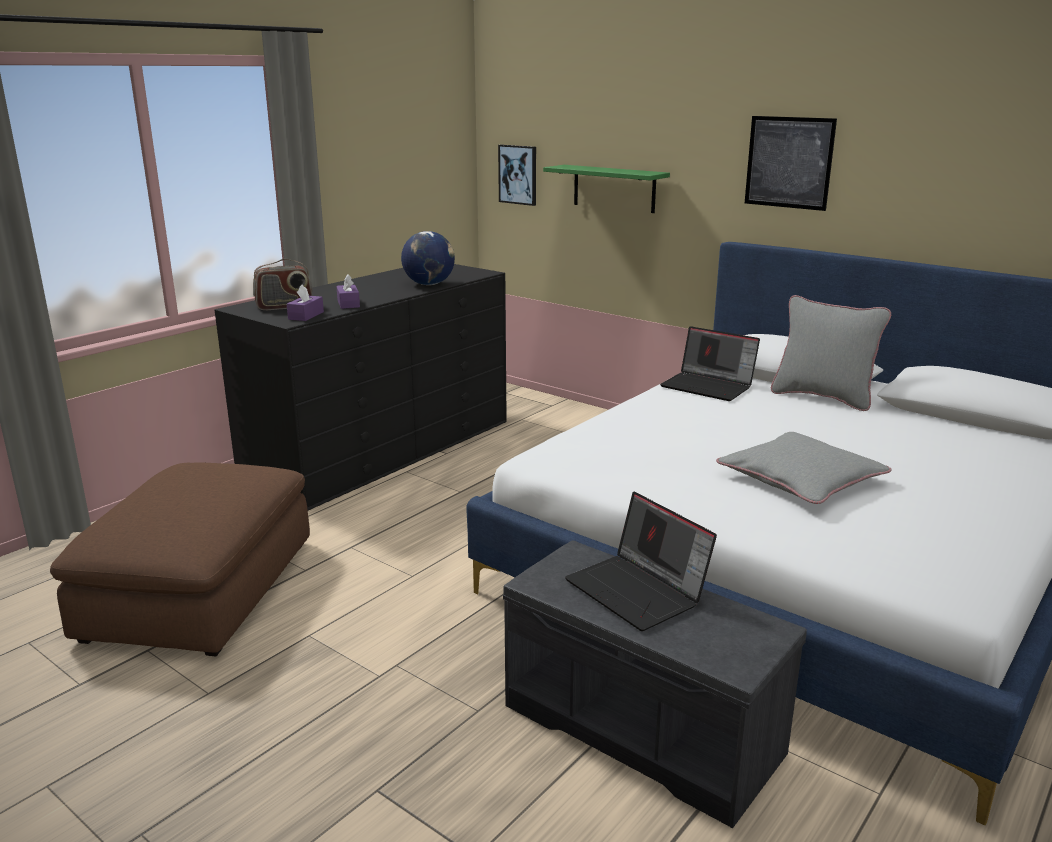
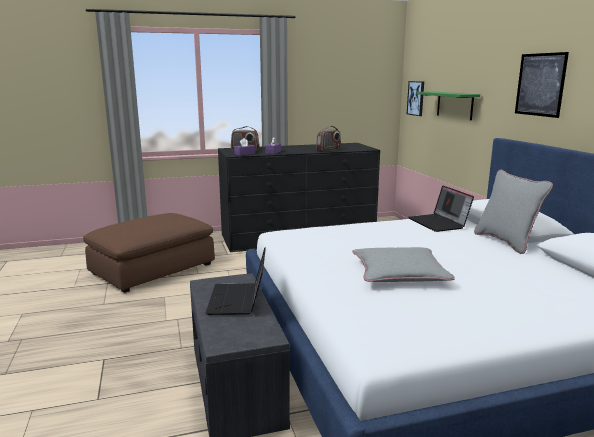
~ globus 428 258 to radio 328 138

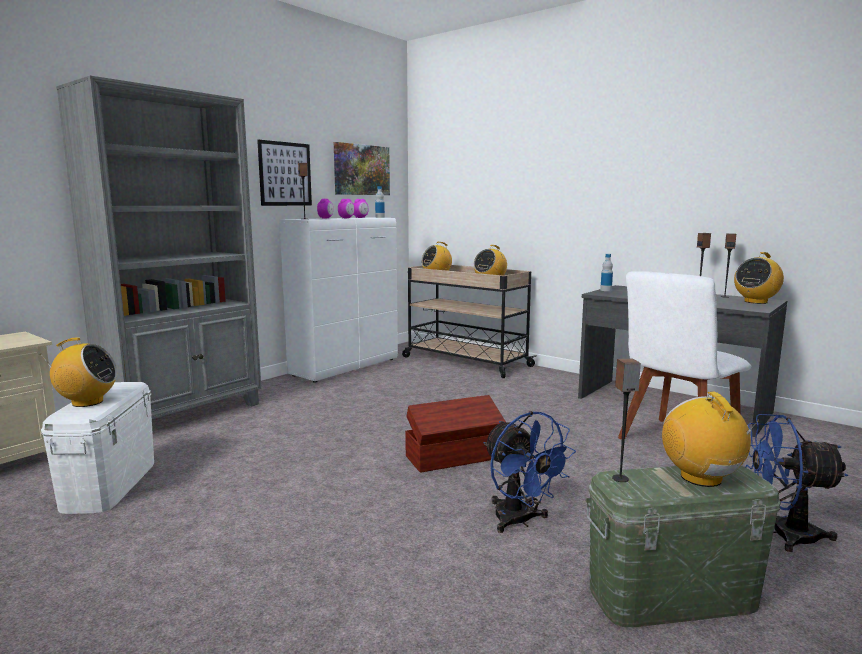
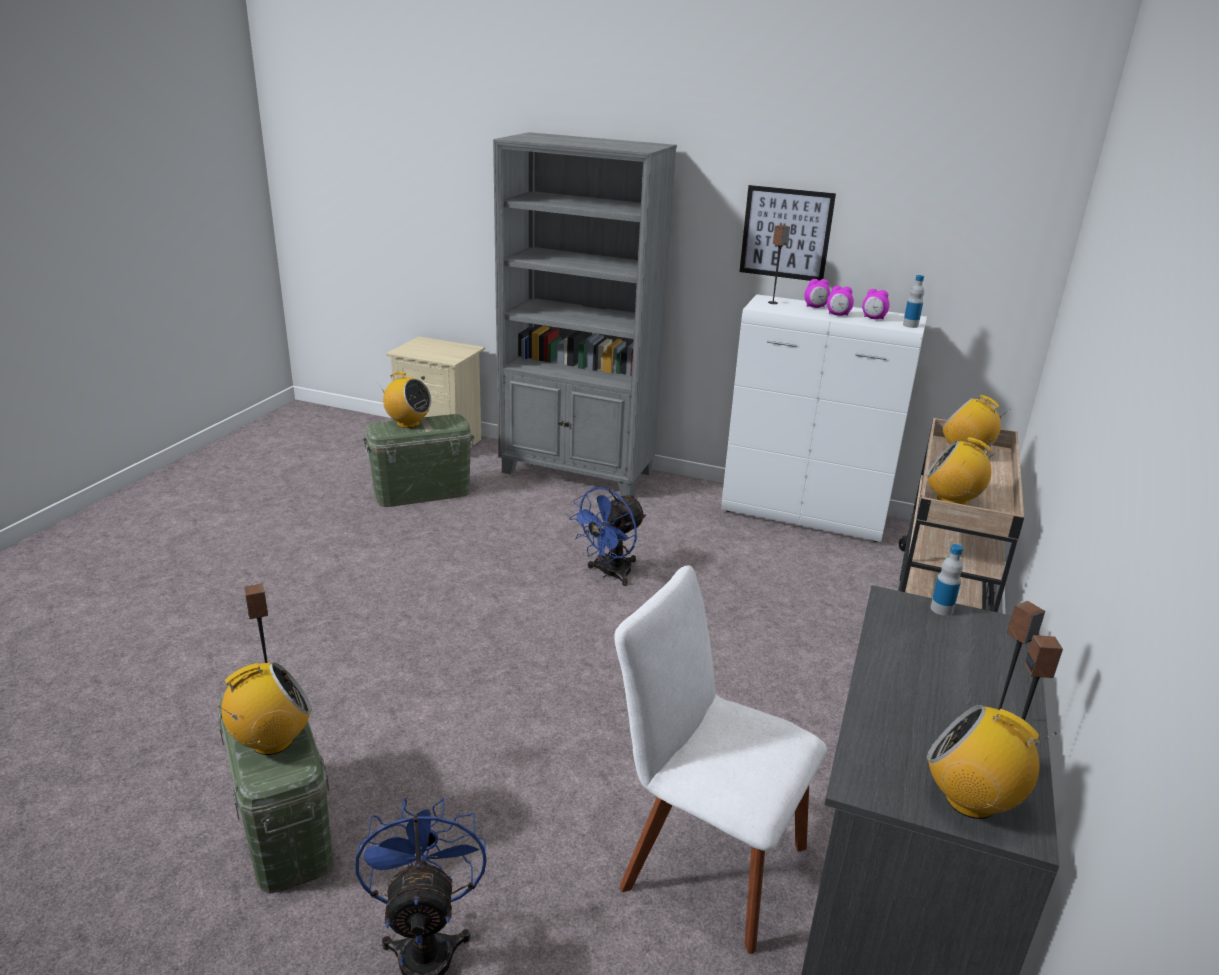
- obraz 362 168
~ radio 80 372 = 405 400 45 degrees counterclockwise
~ pojemnik do przechowywania (biały) 97 448 to pojemnik do przechowywania (zielony) 418 460
- pojemnik do przechowywania (brązowy) 455 434
~ wentylator (niebieski) 530 472 to 607 536

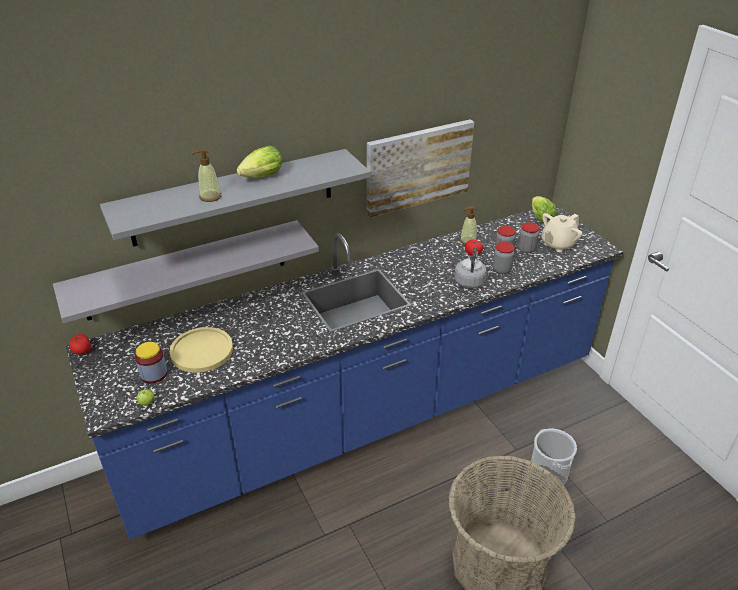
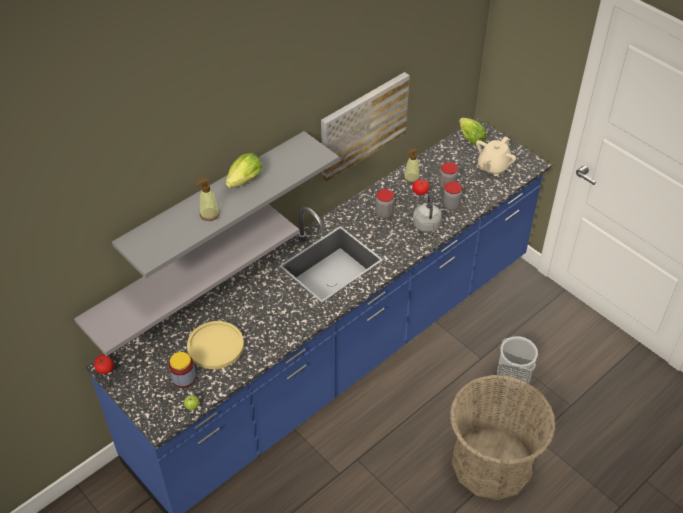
~ słoik 528 237 to 385 203

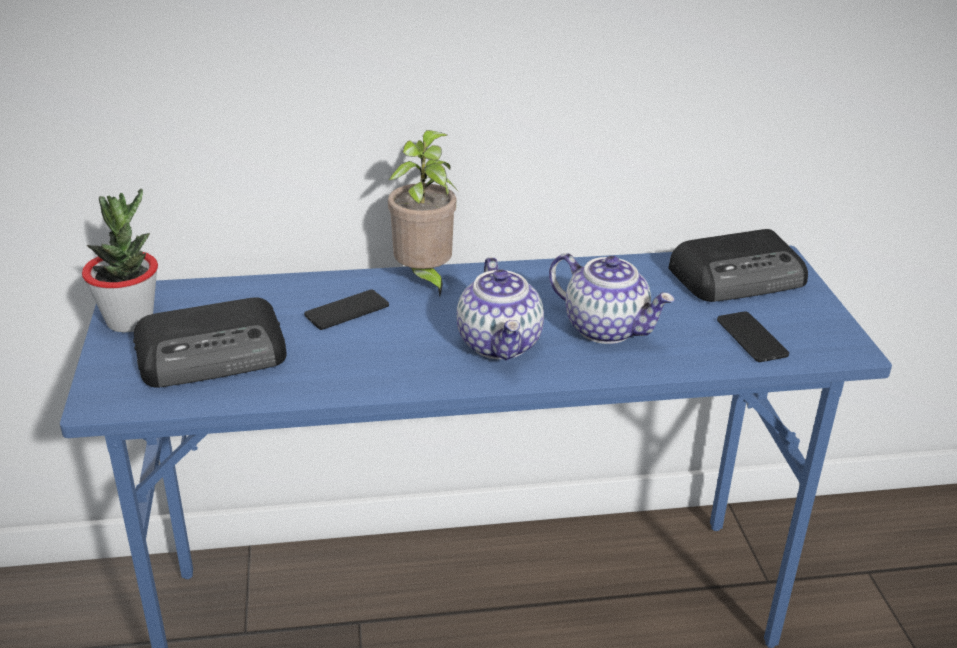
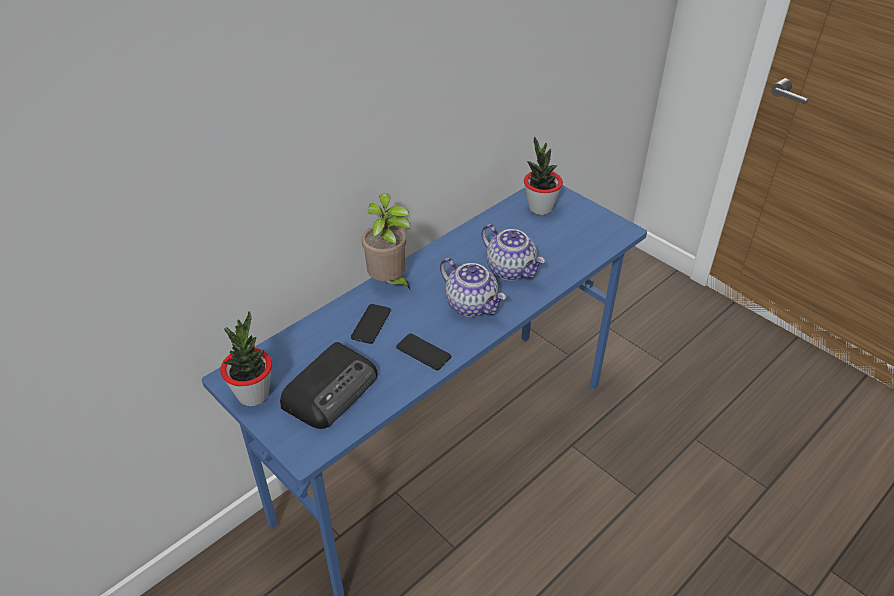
~ radio 738 265 to roślina doniczkowa 543 176
~ imbryk 612 298 = 513 252 45 degrees clockwise
~ telefon 753 336 to 423 351

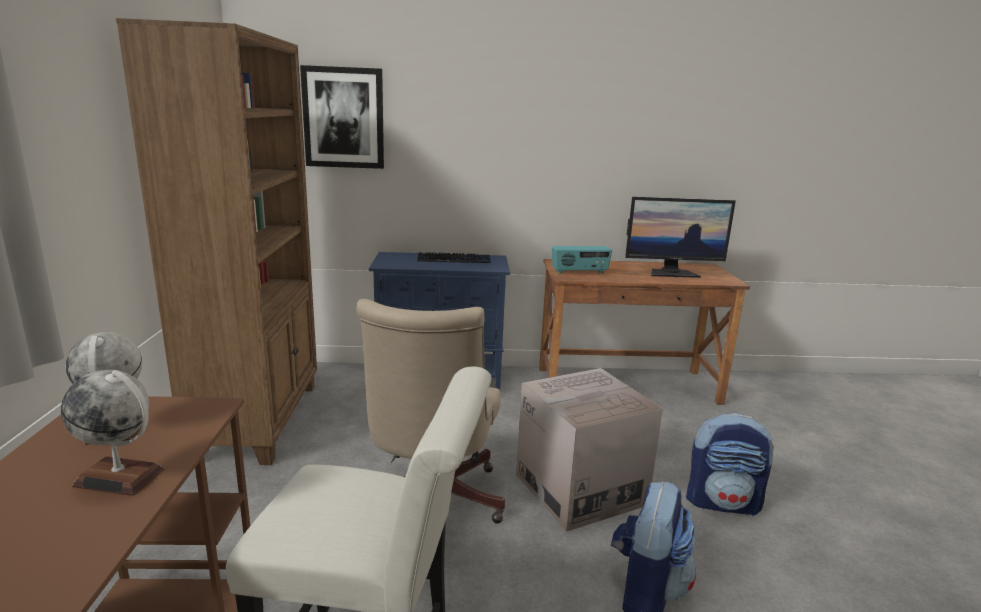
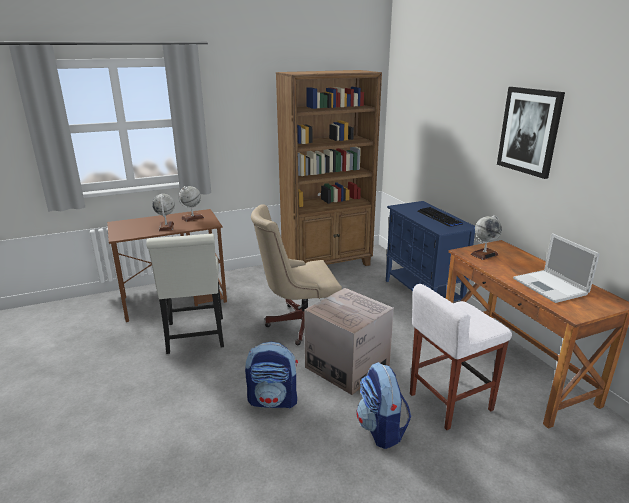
~ obraz 342 117 to 531 133
~ monitor 680 237 to laptop 556 268
~ radio 582 260 to globus 486 237
+ stołek (biały) 461 357

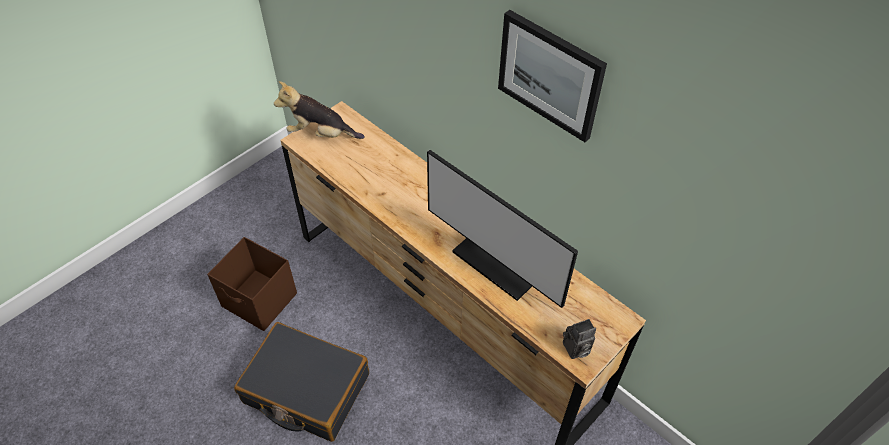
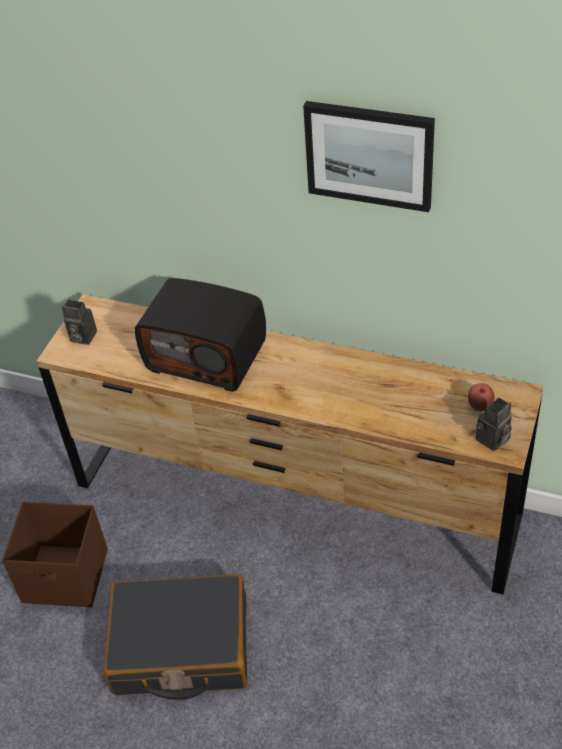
~ pluszak 319 110 to aparat fotograficzny 79 322
- monitor 502 229
+ radio 200 335
+ jabłko 481 397

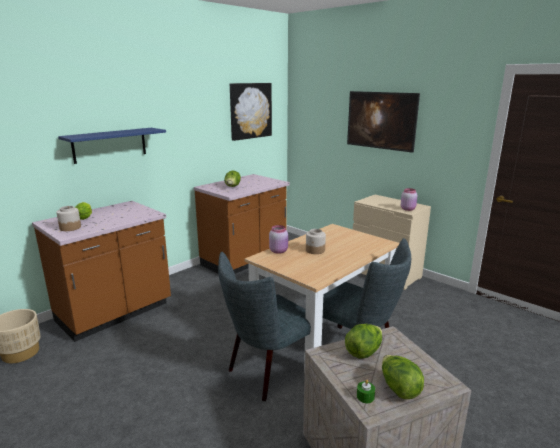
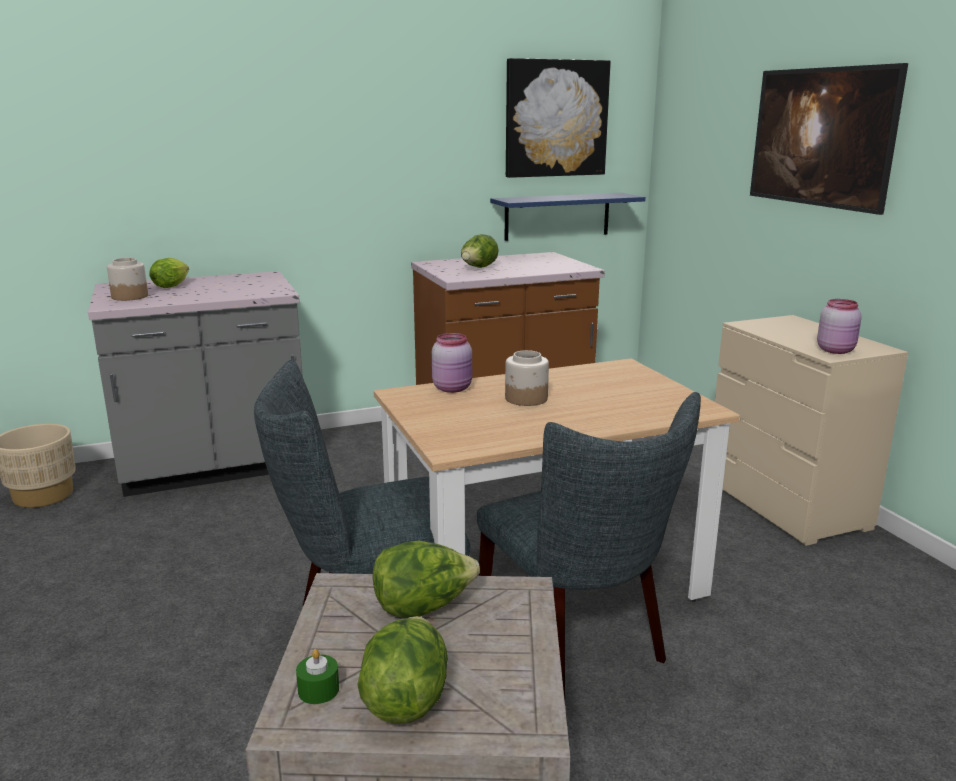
~ półka (niebieski) 112 146 to 568 217
~ zabudowa kuchenna (brązowy) 101 271 to zabudowa kuchenna (szary) 195 384

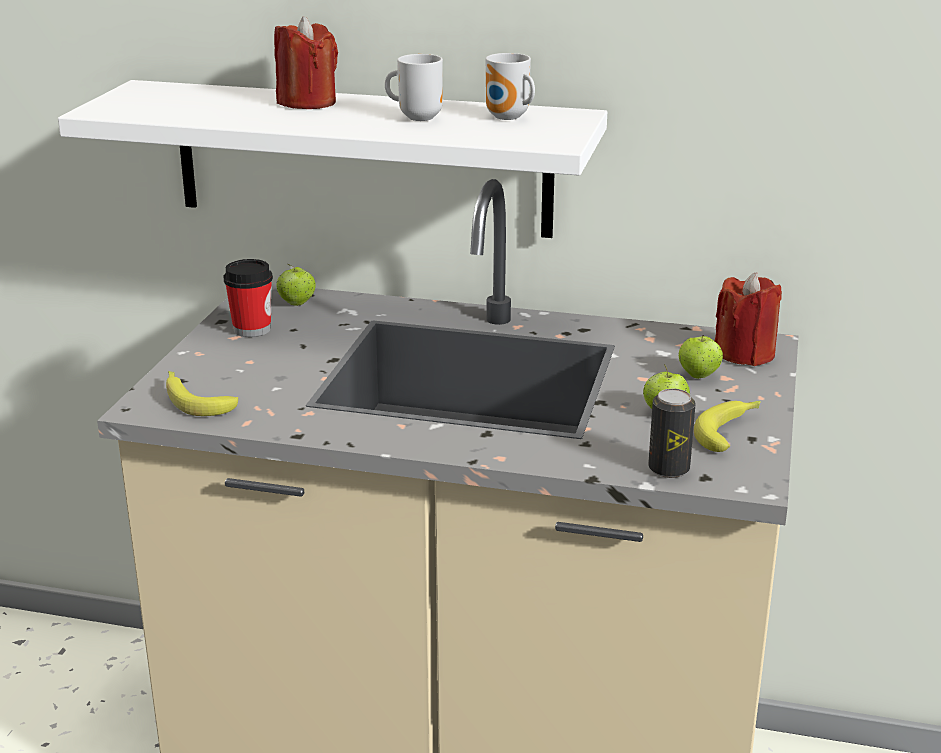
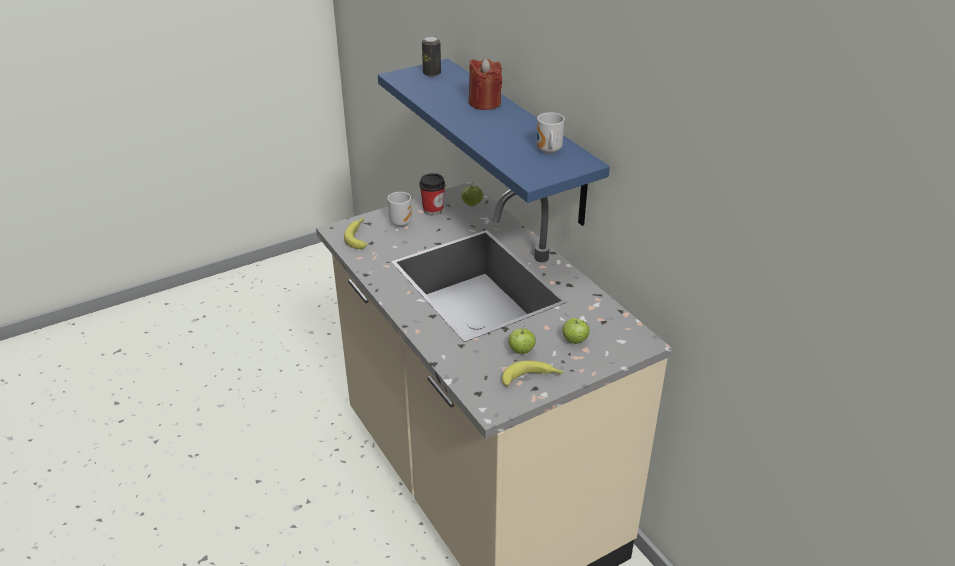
~ kubek 414 87 to 400 209
~ półka (biały) 332 159 to półka (niebieski) 494 142
- świeca (czerwony) 748 319
~ puszka 672 433 to 431 56

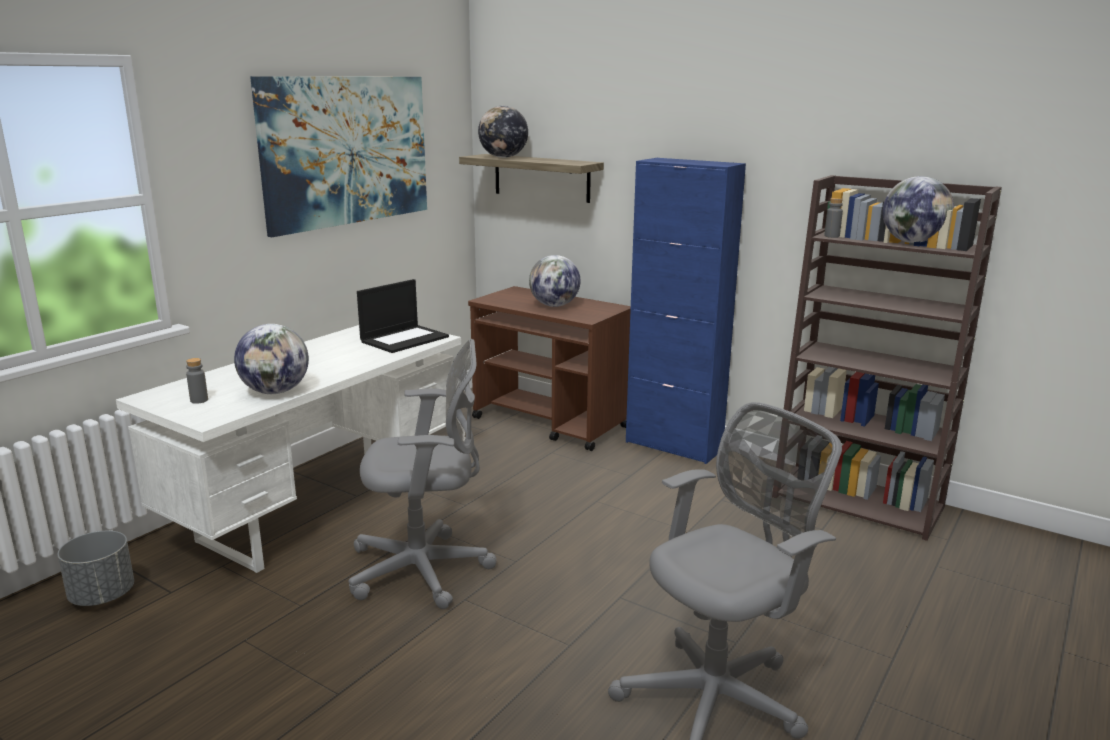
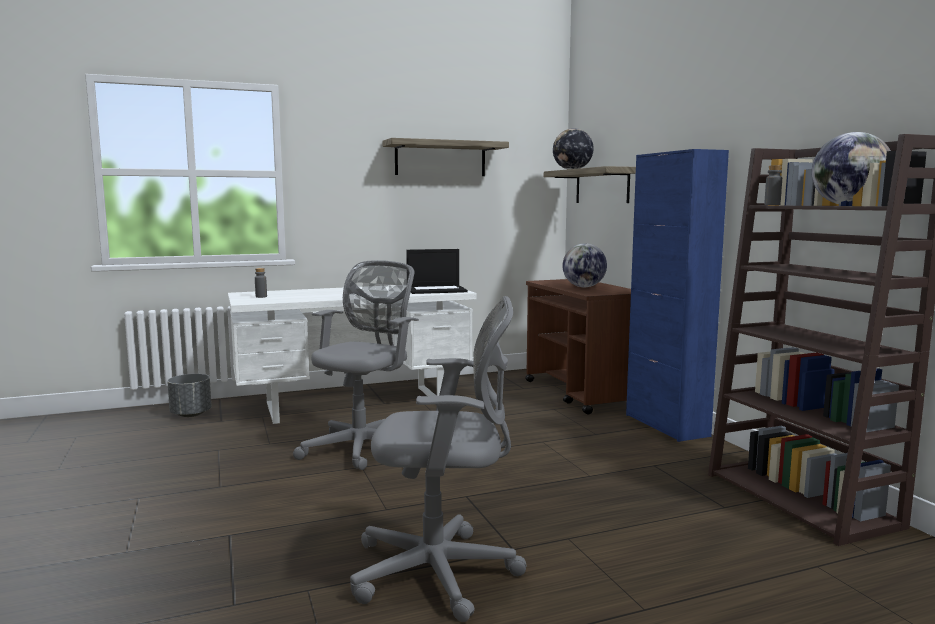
~ obraz 338 156 to półka 445 157
- globus 271 359
~ krzesło biurowe (szary) 423 474 = 356 365 90 degrees counterclockwise

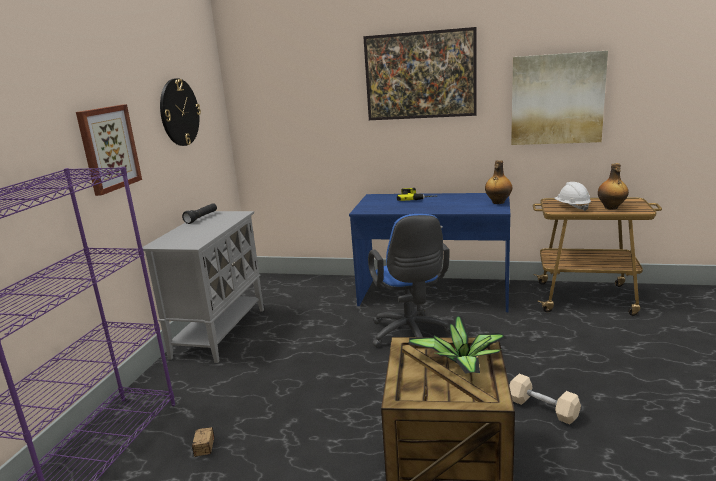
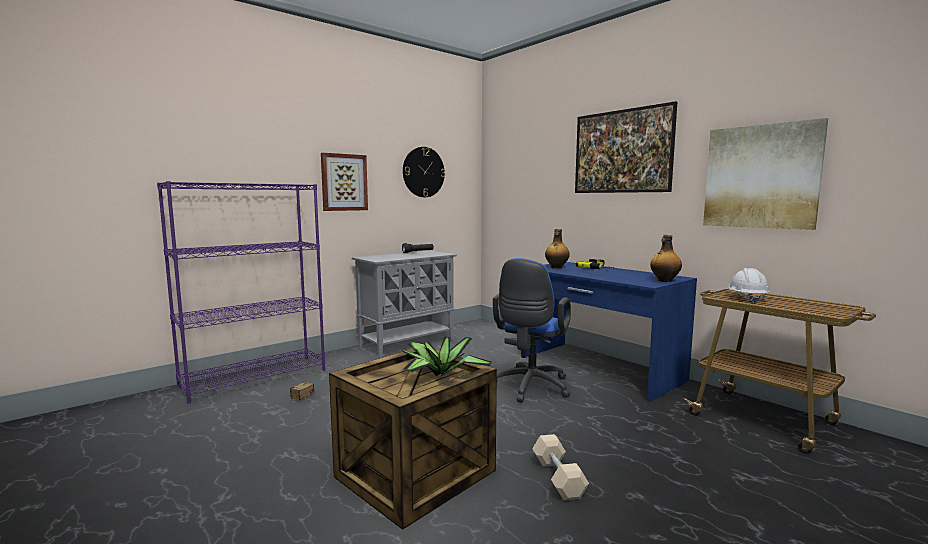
~ butelka 613 186 to 557 249

